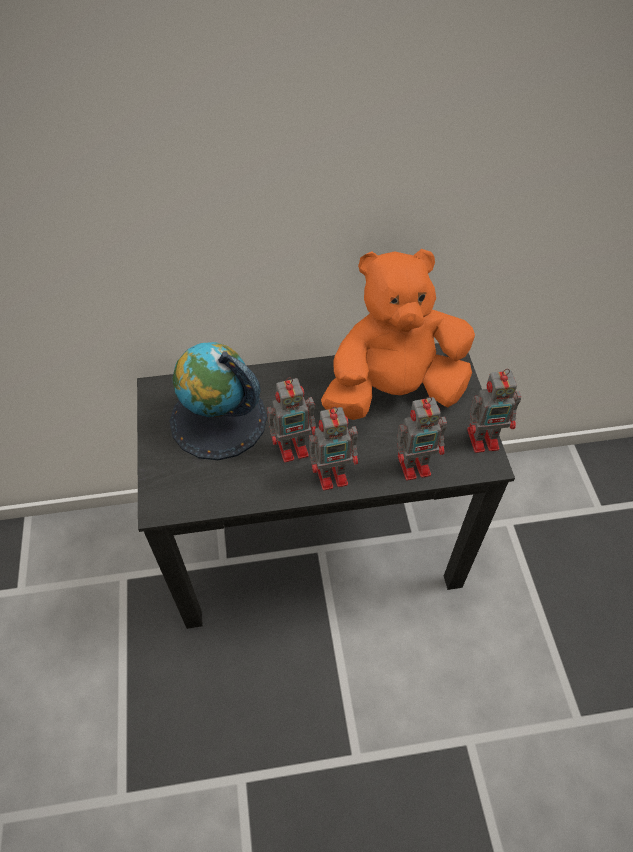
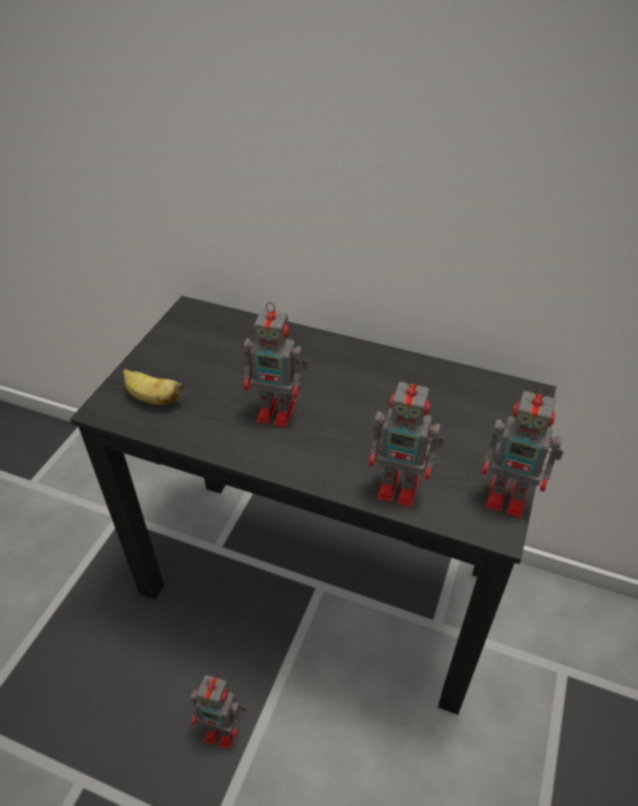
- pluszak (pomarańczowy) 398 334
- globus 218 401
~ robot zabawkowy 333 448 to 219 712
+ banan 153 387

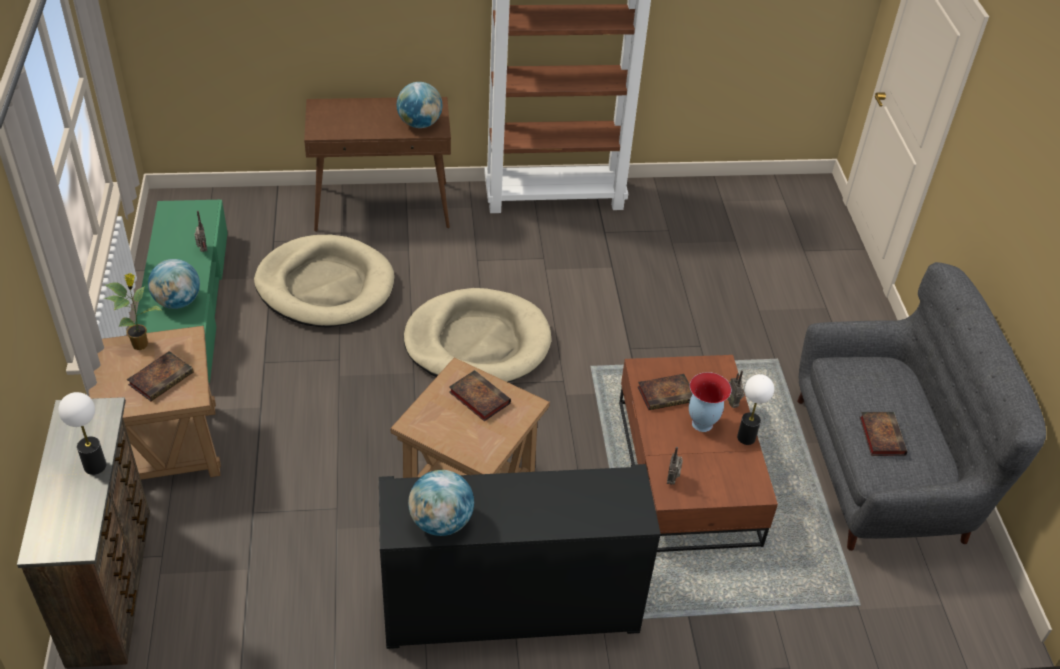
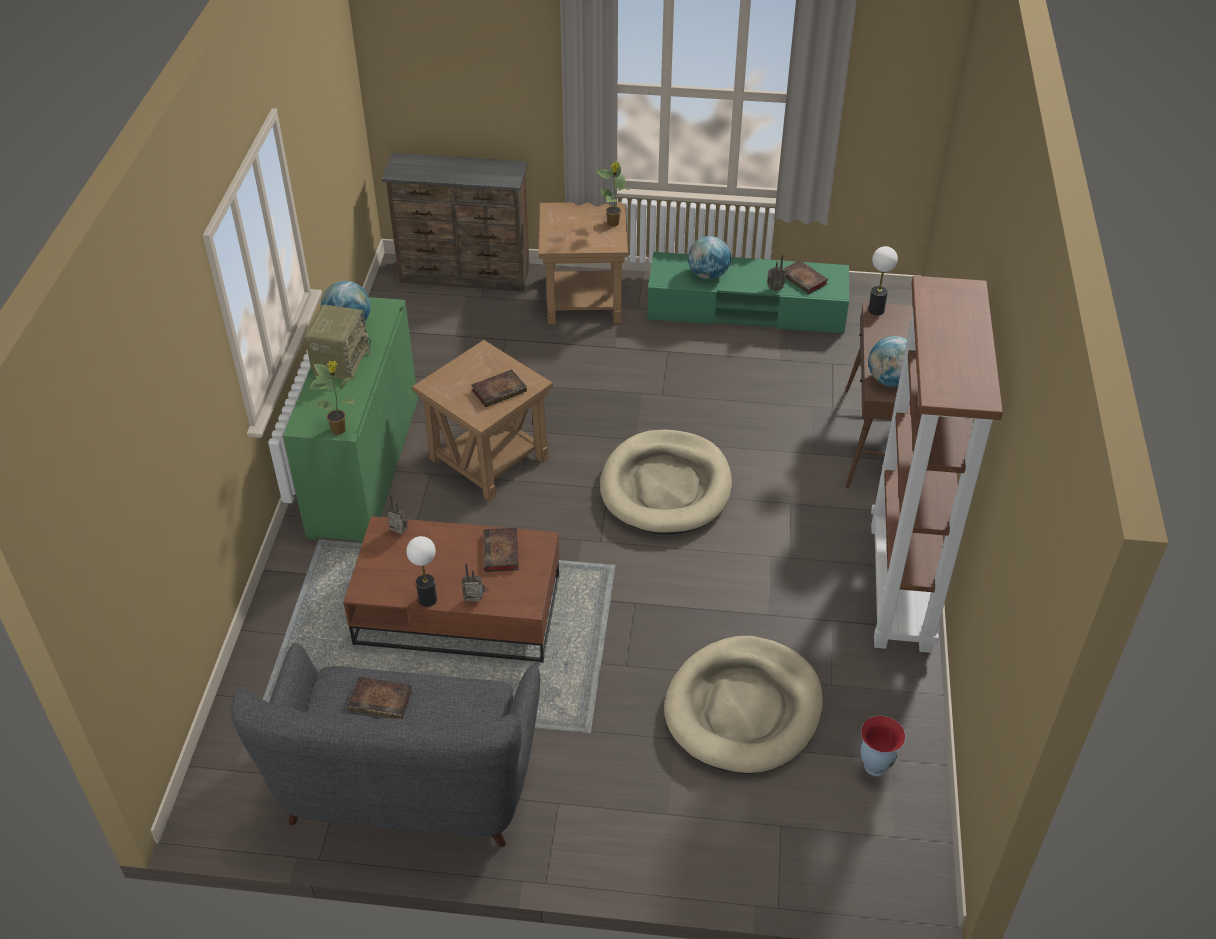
~ legowisko (beżowy) 324 281 to 743 705
~ książka 160 376 to 806 277
~ wazon 710 402 to 883 746
~ lampa stołowa 82 433 to 883 281
~ szafka (czarny) 520 556 to szafka (zielony) 350 420
+ radio 338 342
+ roślina doniczkowa 331 398

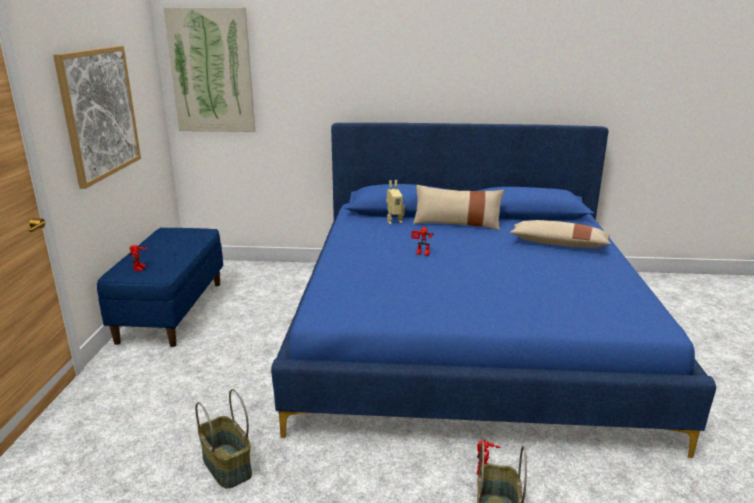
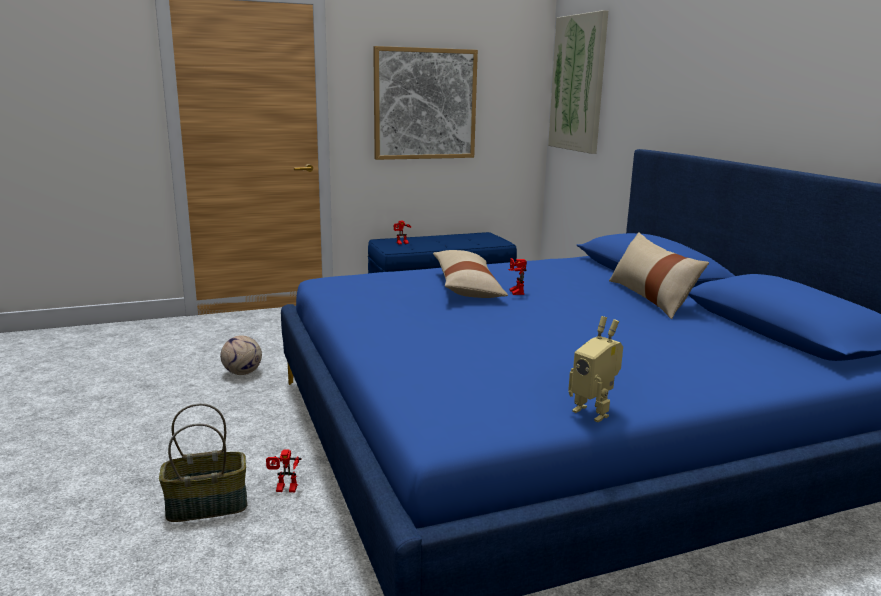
~ robot zabawkowy 395 202 to 595 369
~ poduszka (beżowy) 560 234 to 470 274
~ koszyk 223 438 to piłka futbolowa 241 355

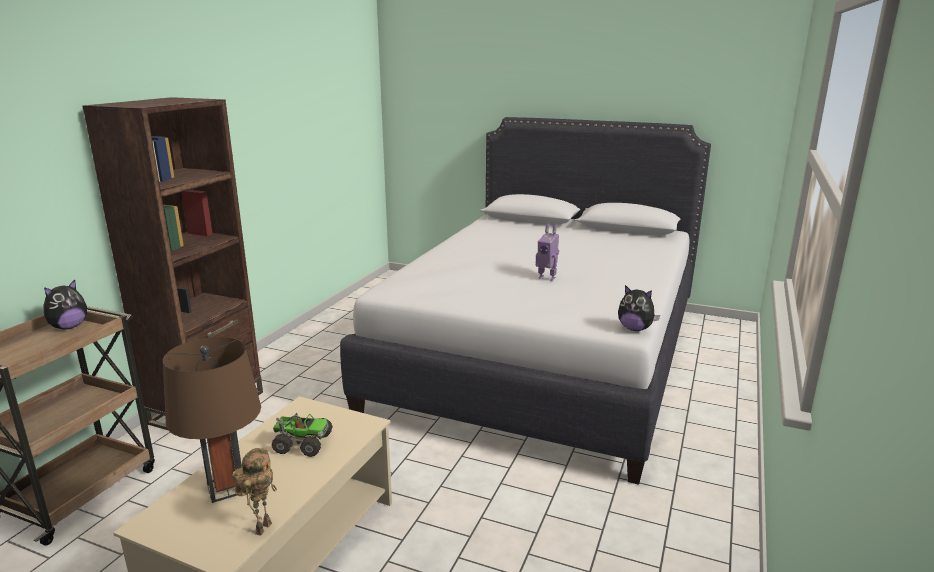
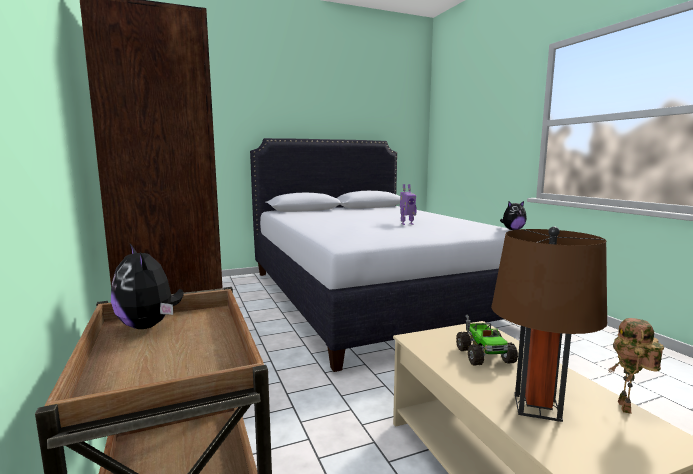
~ pluszak 65 305 = 147 286 150 degrees clockwise
~ ciężarówka zabawkowa 302 435 = 487 340 120 degrees clockwise
~ robot zabawkowy 255 492 = 636 366 135 degrees counterclockwise

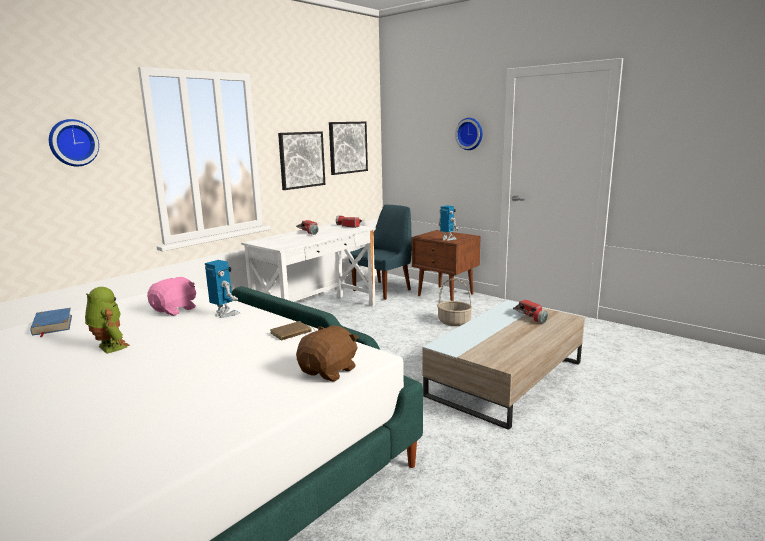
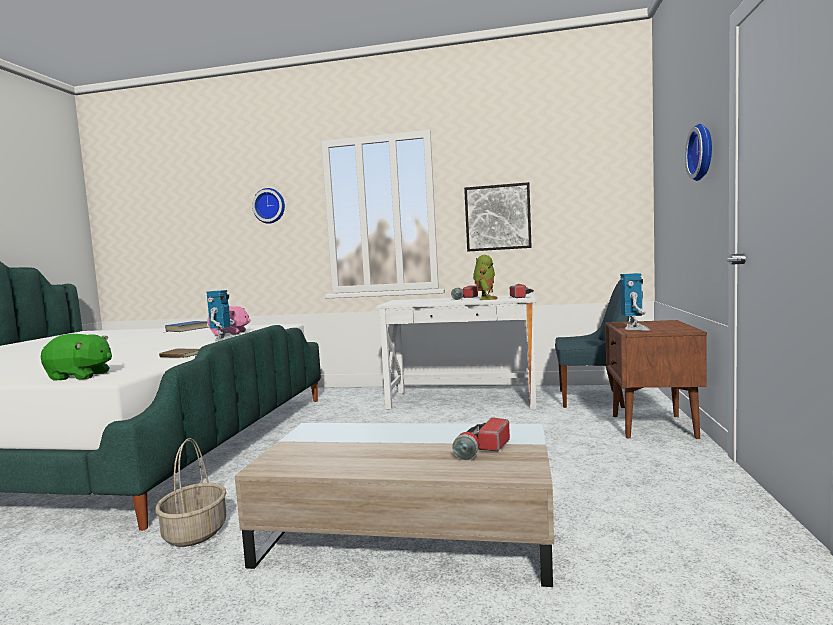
- obraz 348 148
~ koszyk 454 302 to 190 492
~ robot zabawkowy 107 320 to 485 277
~ pluszak (brązowy) 327 353 to pluszak (zielony) 76 357

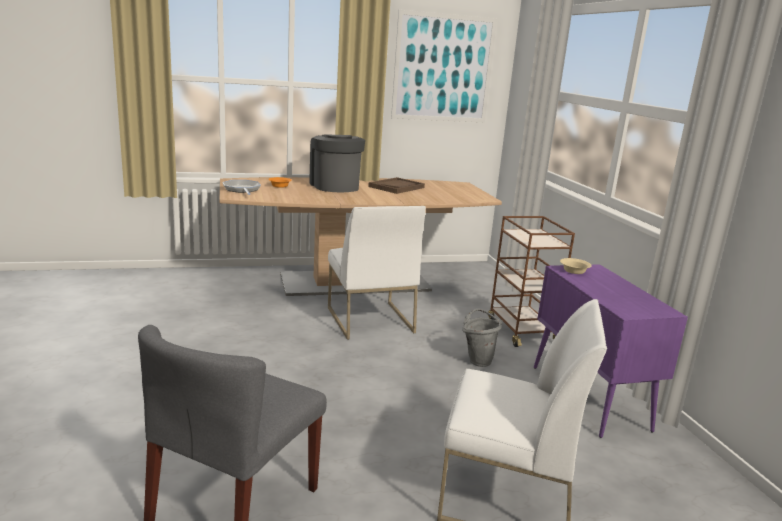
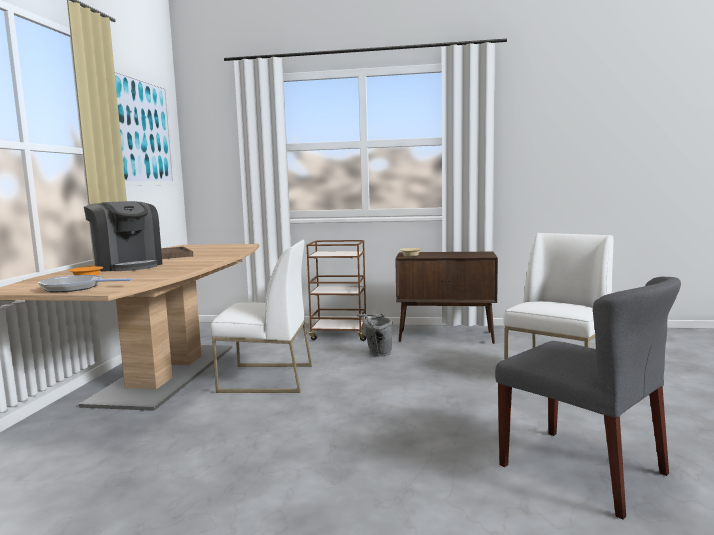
~ ekspres do kawy 337 163 = 123 236 135 degrees counterclockwise
~ szafka (fioletowy) 611 351 to szafka (brązowy) 446 298

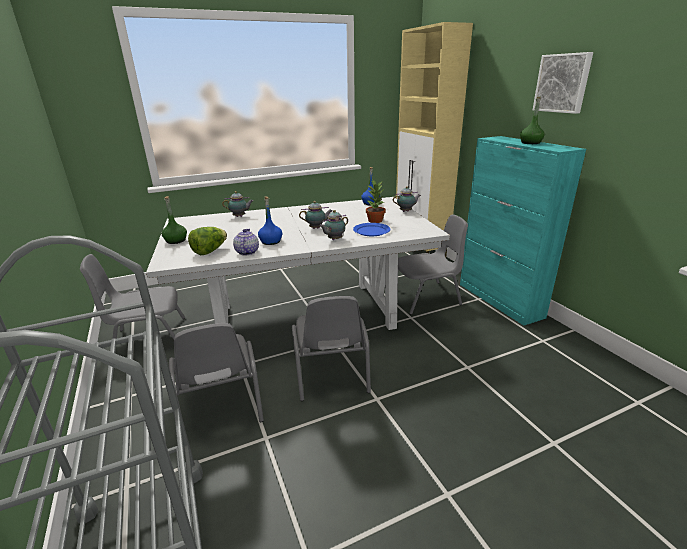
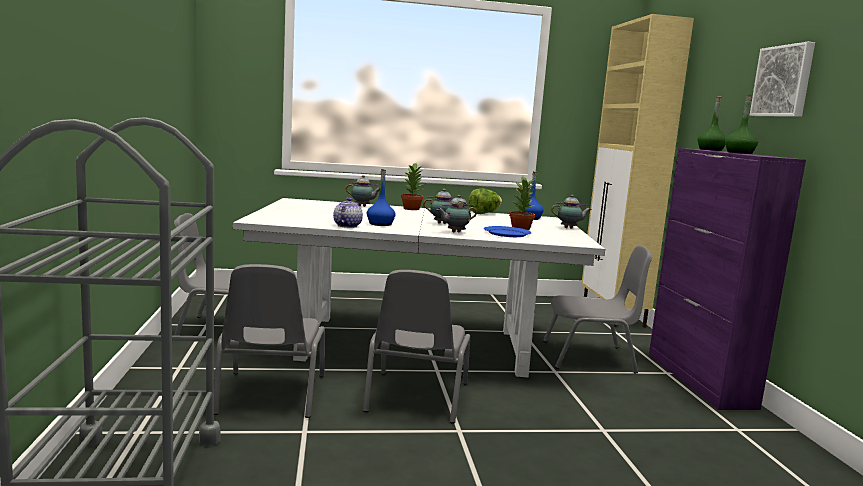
~ szafka (turkusowy) 523 231 to szafka (fioletowy) 727 279
~ butelka (zielony) 174 220 to 712 123
~ sałata 207 241 to 485 201
+ roślina doniczkowa 412 186

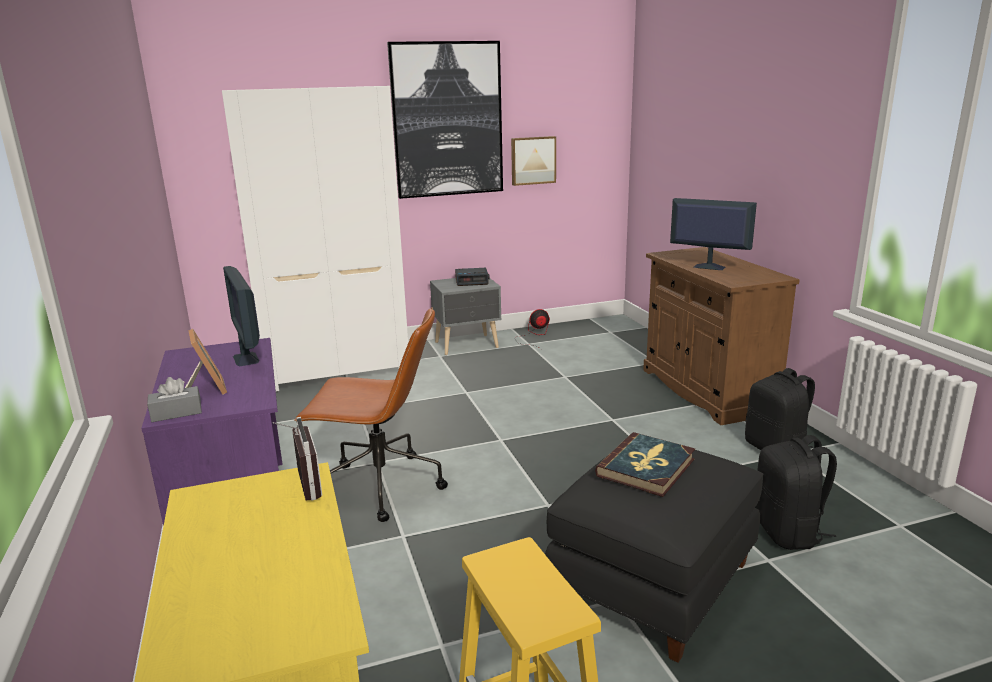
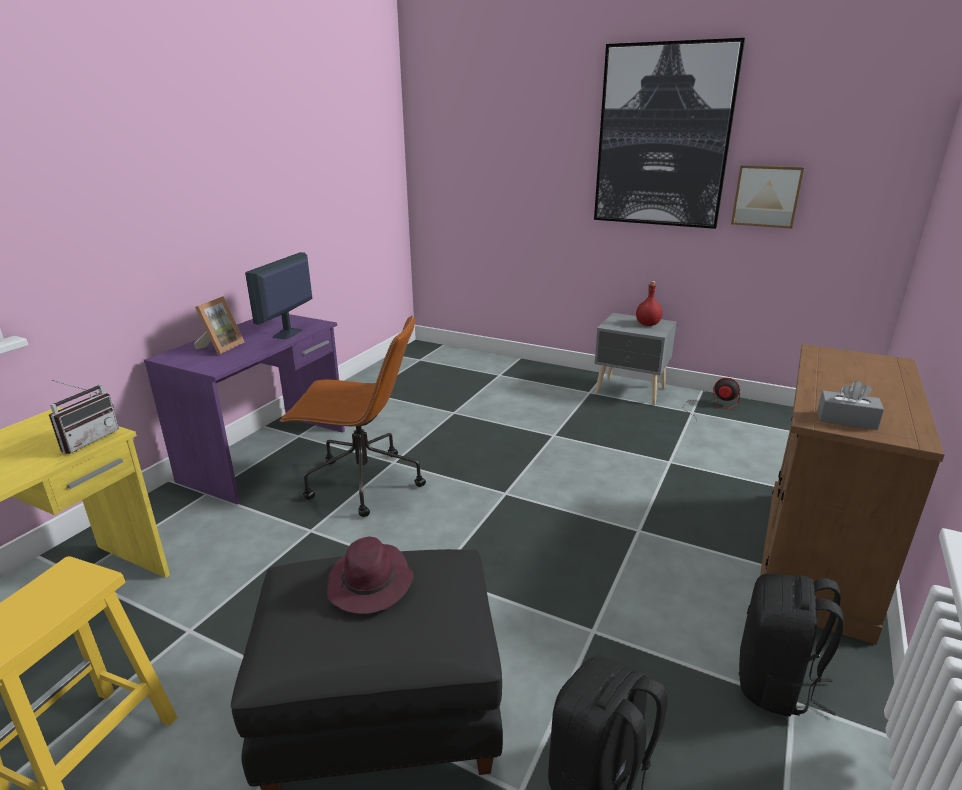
- szafa (biały) 315 239
- monitor 713 234
~ budzik 472 277 to butelka (czerwony) 649 303
~ krzesło biurowe (brązowy) 371 414 = 353 416 45 degrees counterclockwise
~ pudełko chusteczek (szary) 174 399 to 851 405
~ książka 645 464 to kapelusz (fioletowy) 370 575

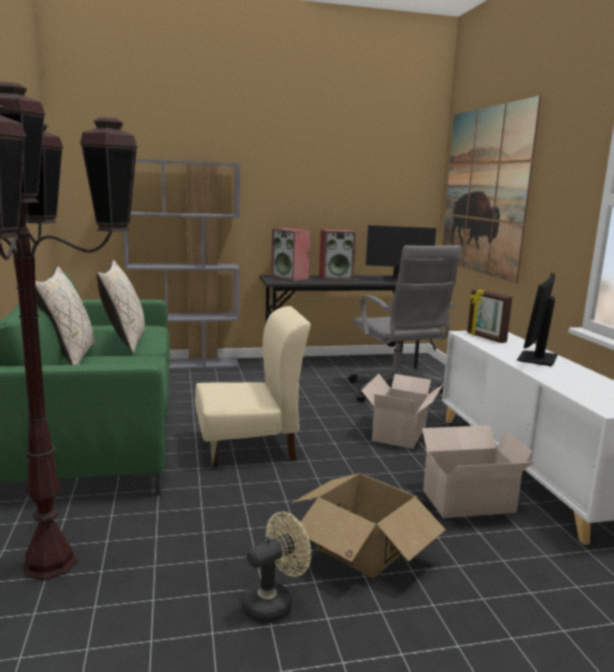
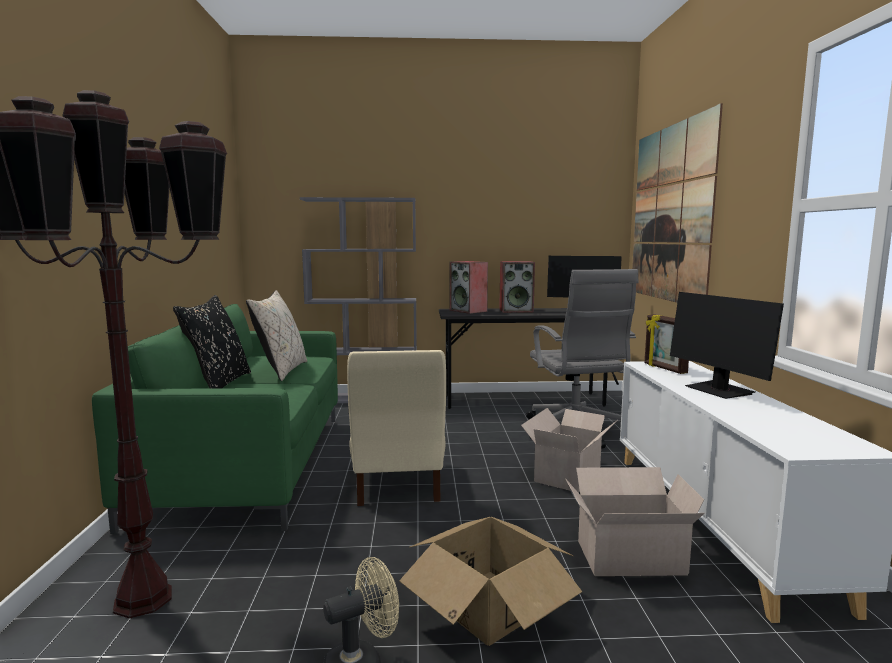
~ poduszka (beżowy) 65 315 to poduszka (czarny) 212 342
~ monitor 537 319 = 727 345 60 degrees counterclockwise
~ krzesło (beżowy) 253 387 = 396 428 90 degrees clockwise

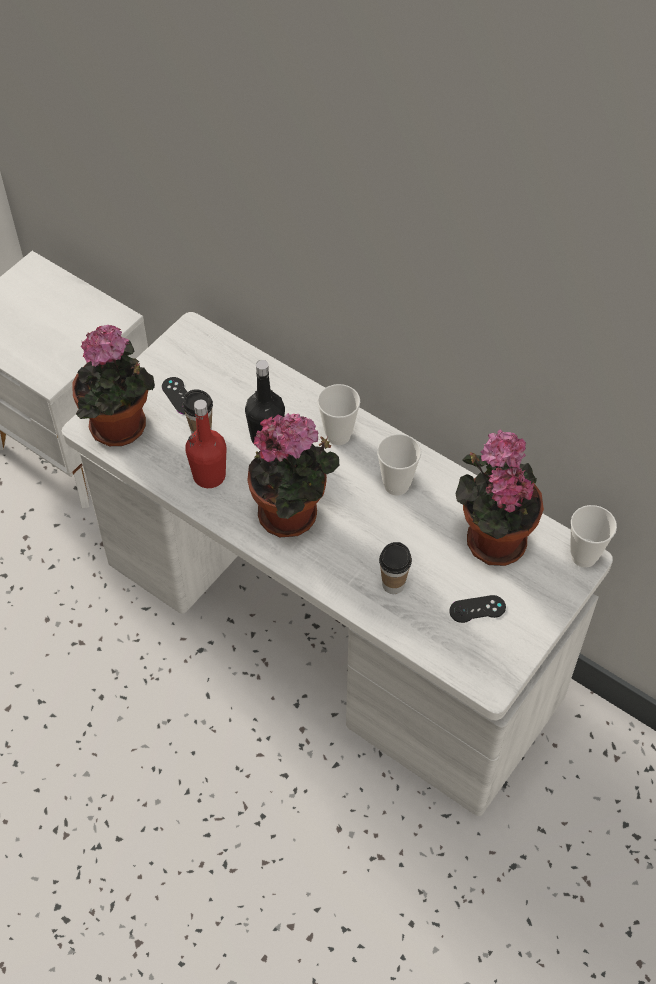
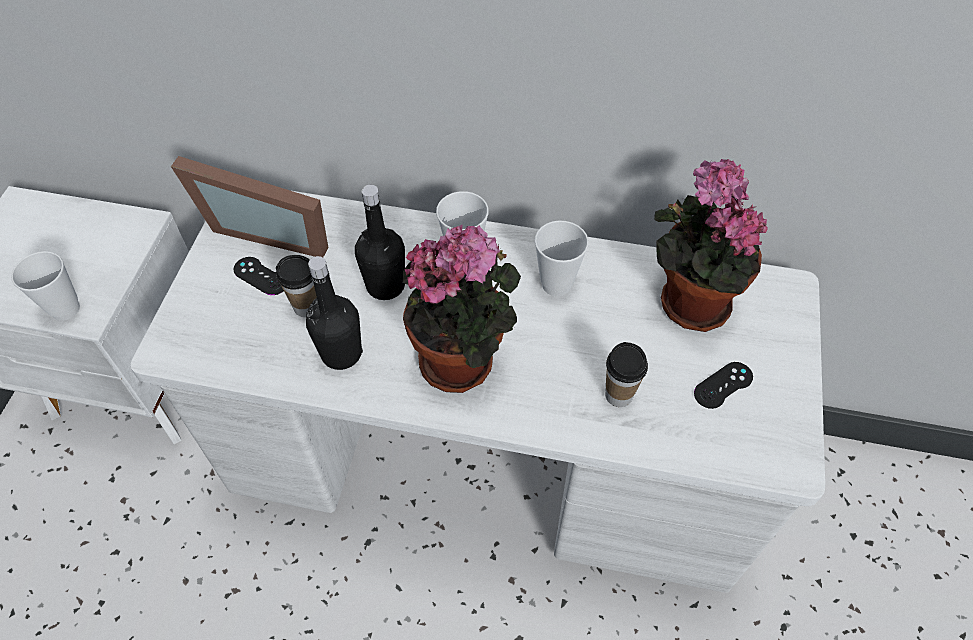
- roślina doniczkowa 113 385
~ butelka (czerwony) 206 444 to butelka (czarny) 334 313
~ filiżanka 593 536 to 45 286
+ ramka na zdjęcie 249 206

